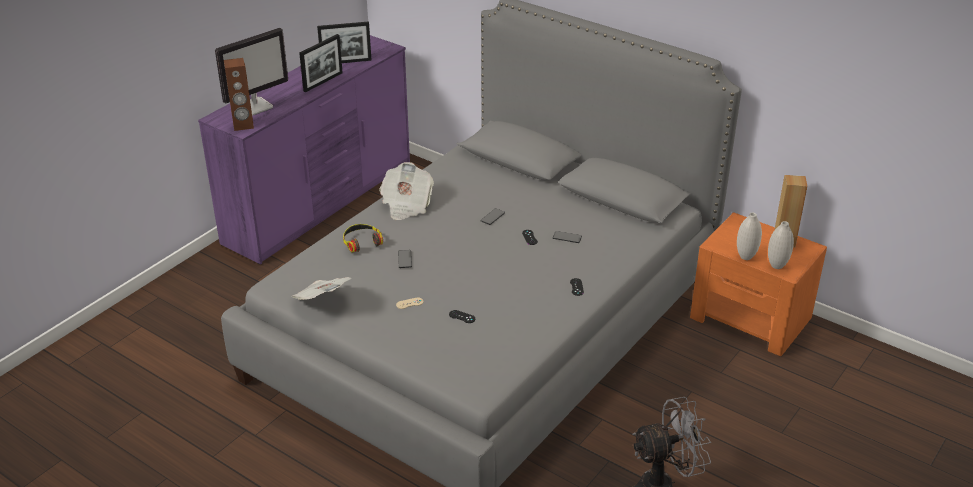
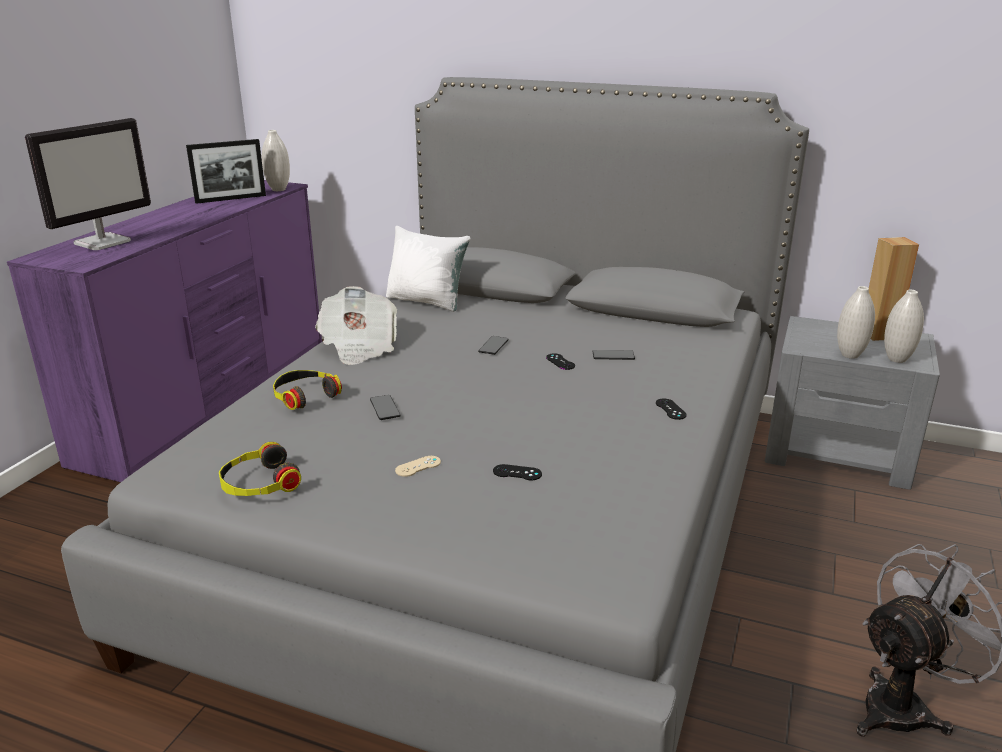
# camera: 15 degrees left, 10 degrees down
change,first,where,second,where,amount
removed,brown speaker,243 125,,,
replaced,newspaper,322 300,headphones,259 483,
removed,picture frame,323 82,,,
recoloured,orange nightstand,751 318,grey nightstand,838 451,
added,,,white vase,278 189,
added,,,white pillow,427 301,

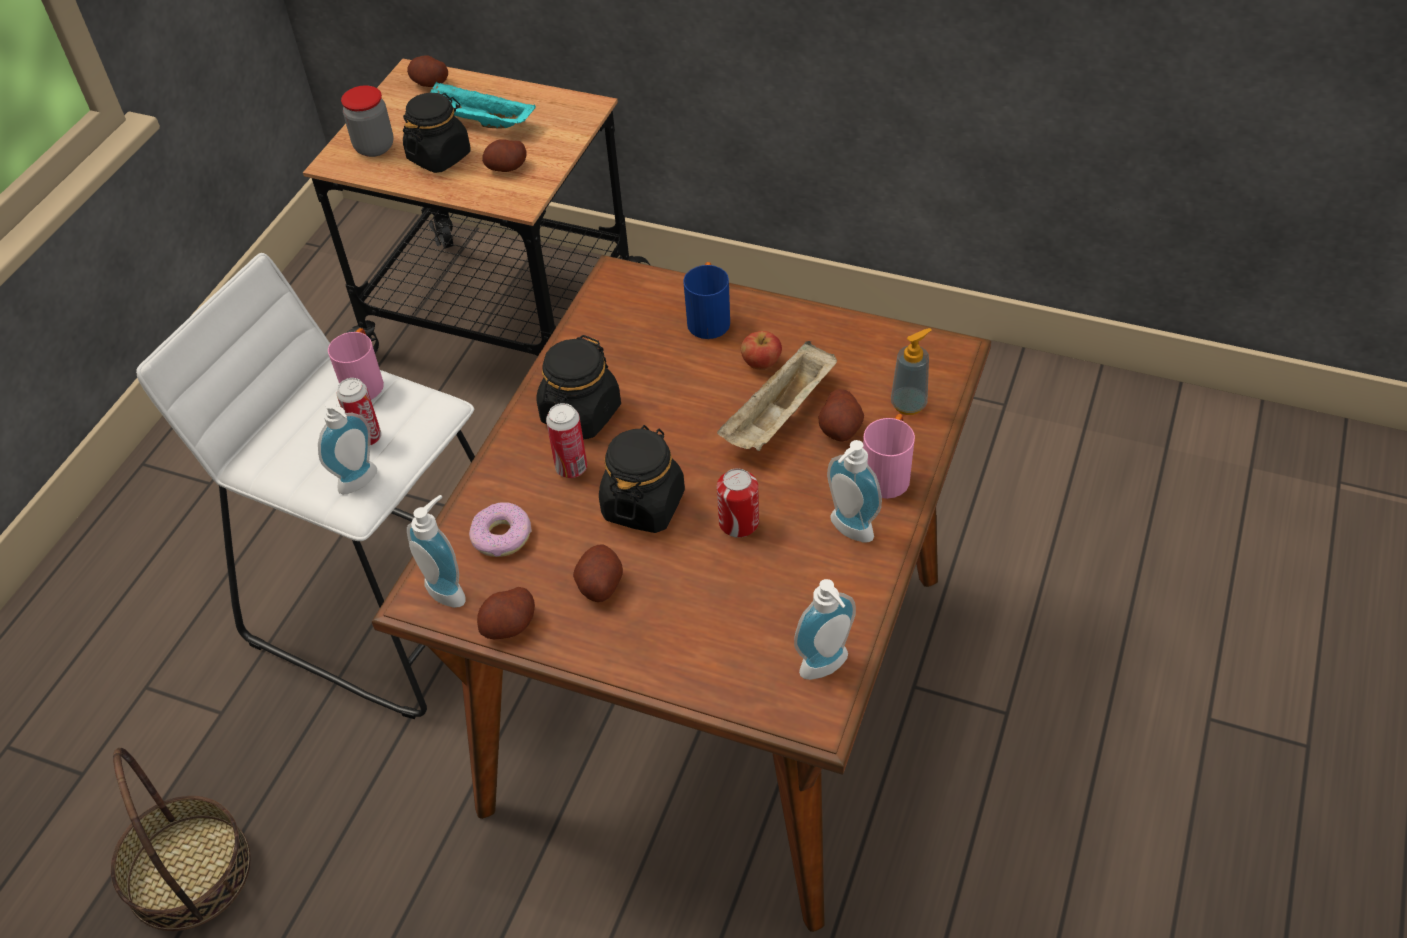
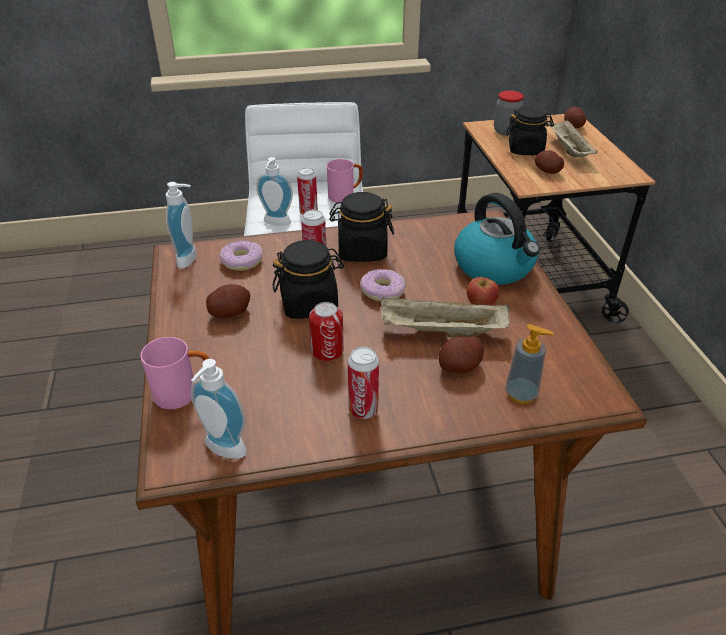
# camera: 55 degrees right, 10 degrees down
change,first,where,second,where,amount
removed,basket,189 871,,,
recoloured,turquoise tray,479 122,beige tray,568 149,
removed,potato,509 625,,,
replaced,blue mug,708 318,kettle,495 267,
replaced,soap dispenser,848 531,can,363 410,
moved,pink mug,888 473,,184 393,
added,,,donut,383 291,

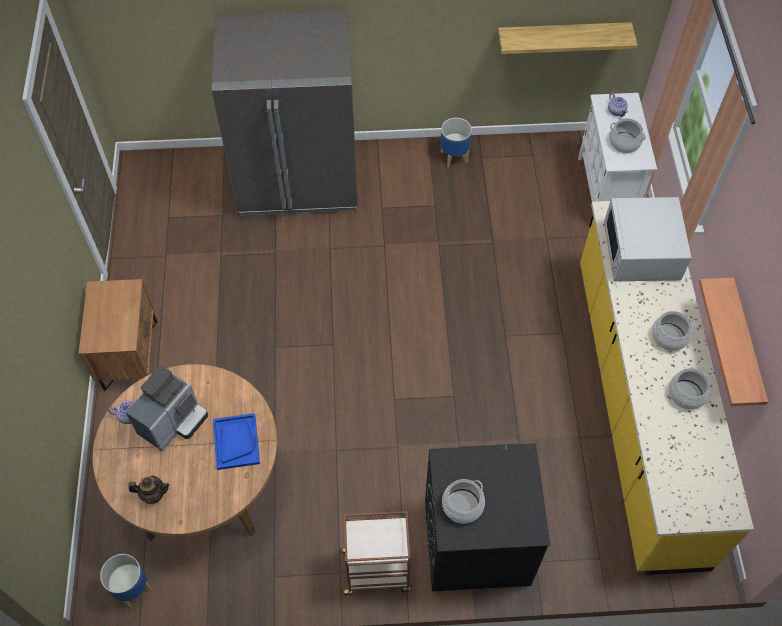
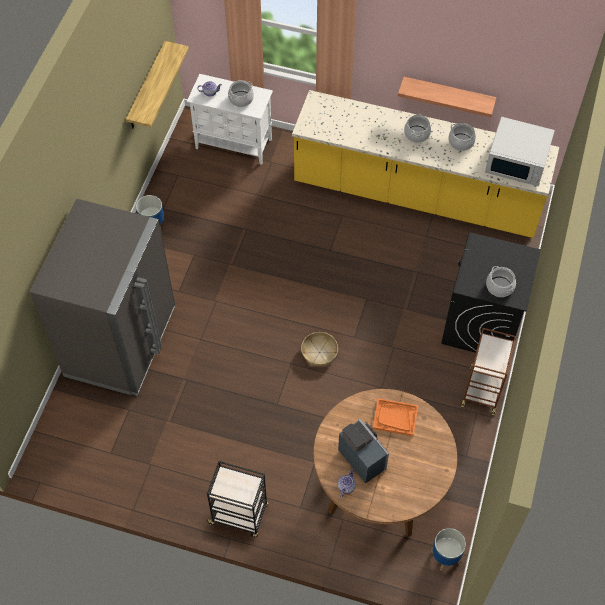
# camera: 70 degrees left, 0 degrees up
change,first,where,second,where,amount
replaced,brown nightstand,130 355,black cart,239 515,
removed,teapot,153 494,,,
recoloured,blue tray,236 442,orange tray,395 418,
moved,white microwave,641 252,,517 161,
added,,,basket,319 352,

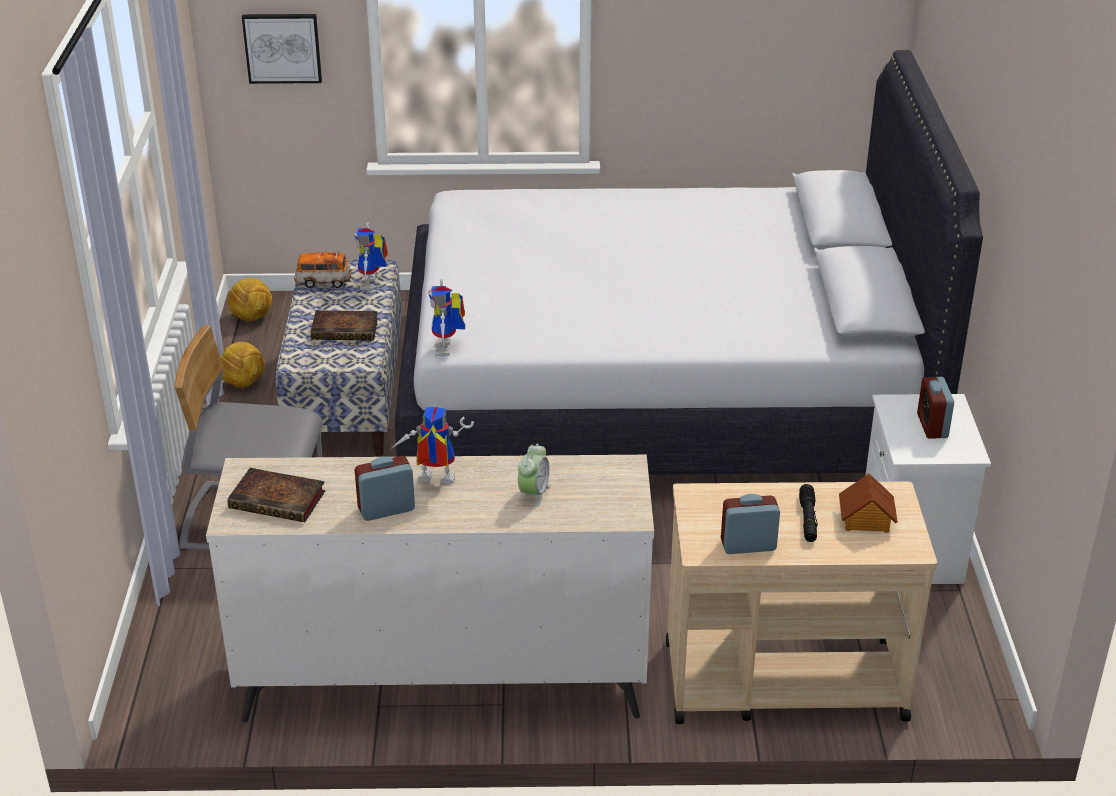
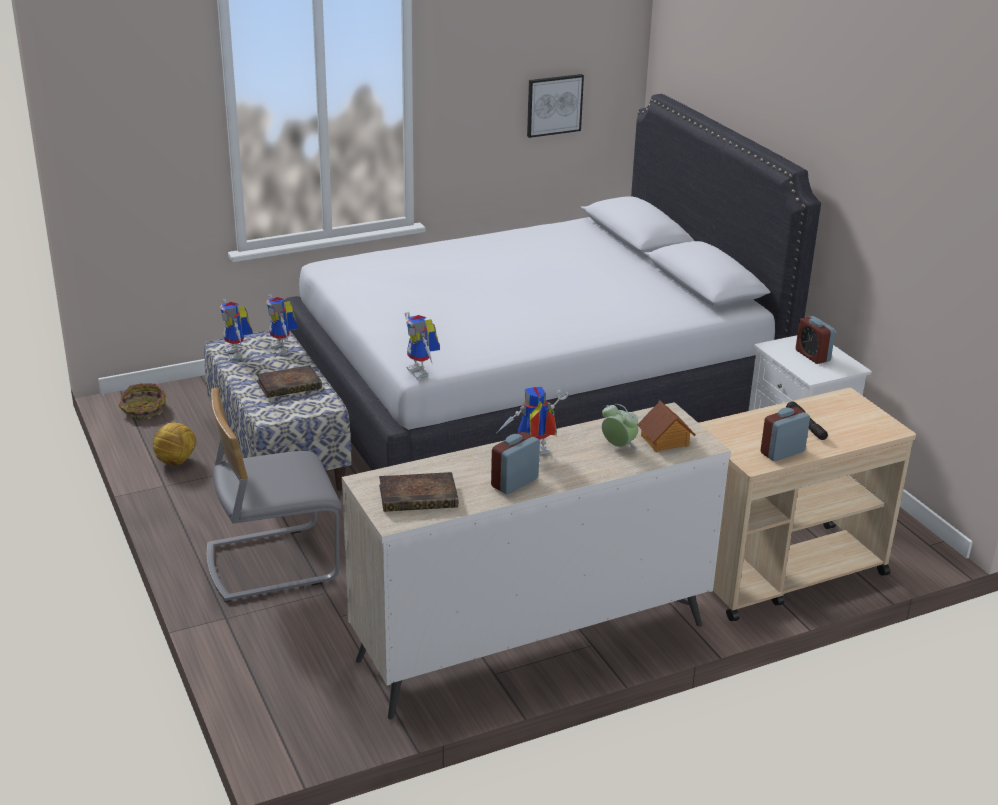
# camera: 25 degrees left, 5 degrees down
change,first,where,second,where,amount
replaced,football,252 317,basket,143 410,
moved,picture,282 47,,554 105,
replaced,toy car,323 282,toy robot,238 354,
turned,alarm clock,533 493,,618 446,45 degrees counterclockwise
moved,toy house,865 519,,665 441,

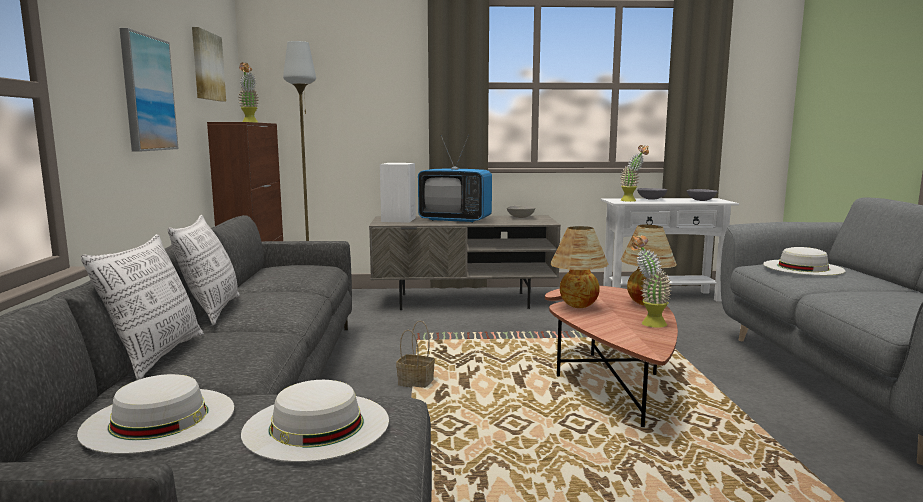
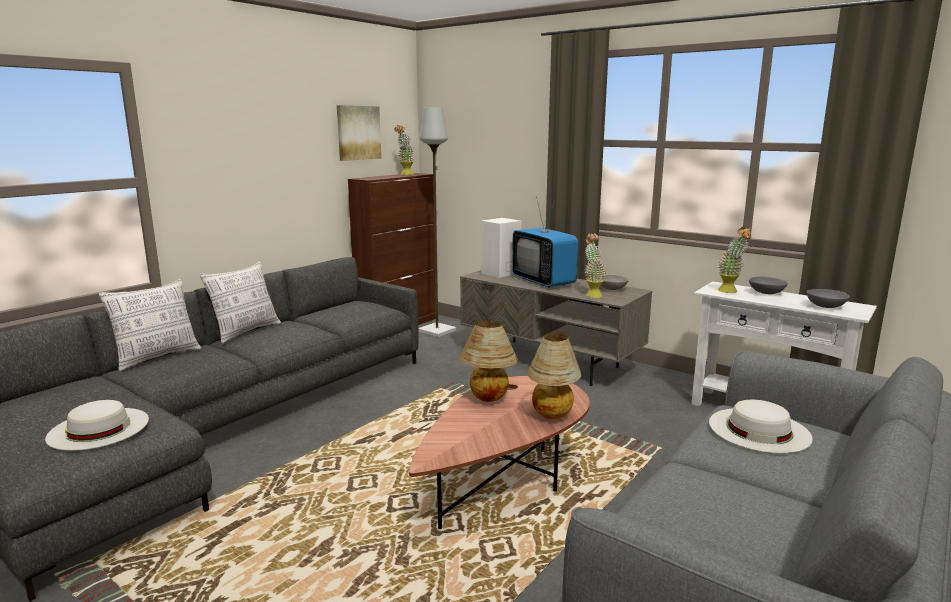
# camera: 40 degrees right, 5 degrees up
change,first,where,second,where,amount
removed,white hat,159 419,,,
removed,picture,147 93,,,
removed,basket,414 382,,,
moved,potted plant,647 323,,592 294,

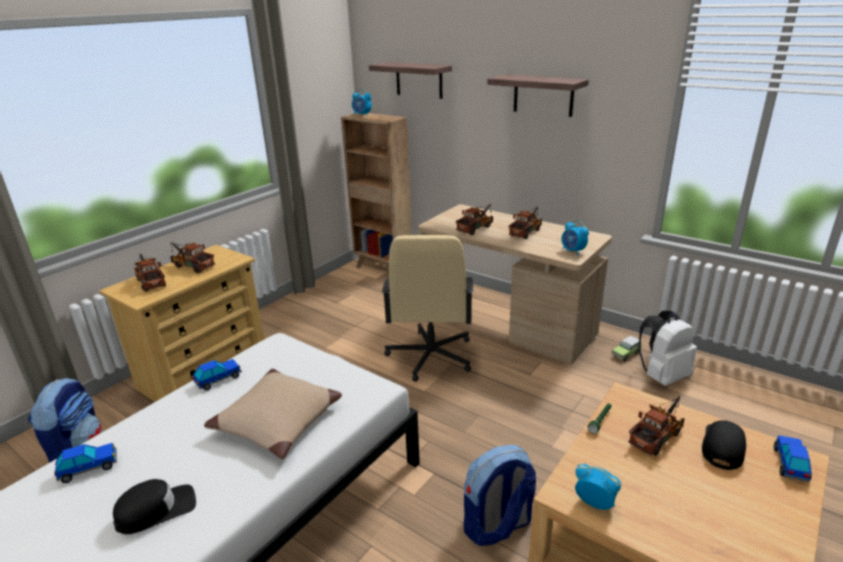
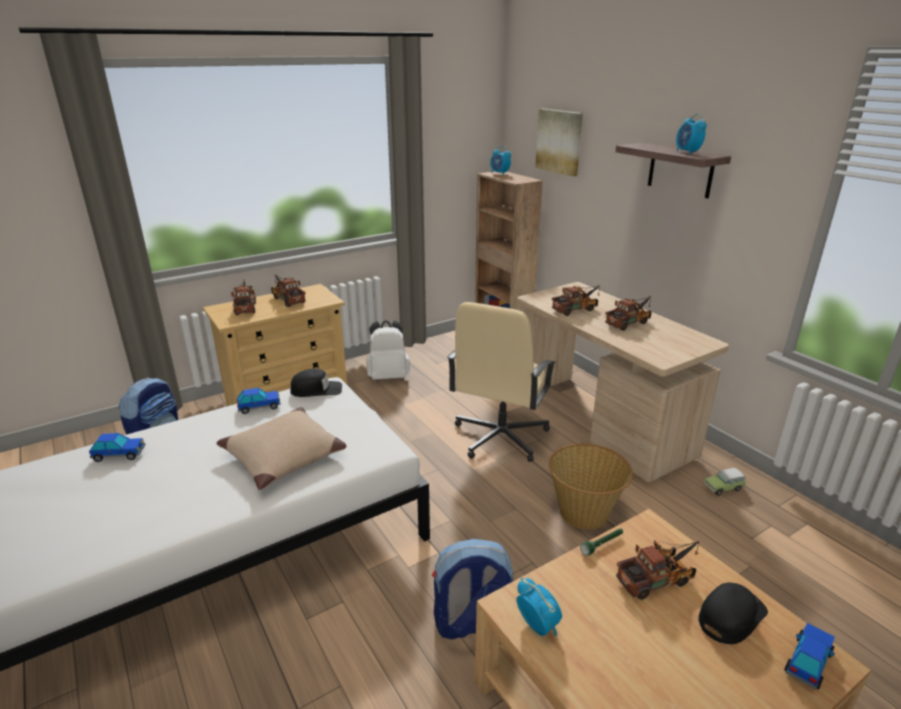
# camera: 20 degrees right, 0 degrees up
change,first,where,second,where,amount
moved,black cap,156 510,,316 390,
replaced,shelf,419 80,picture,559 141,
moved,alarm clock,573 251,,687 152,
moved,white backpack,662 376,,388 376,
added,,,basket,584 512,

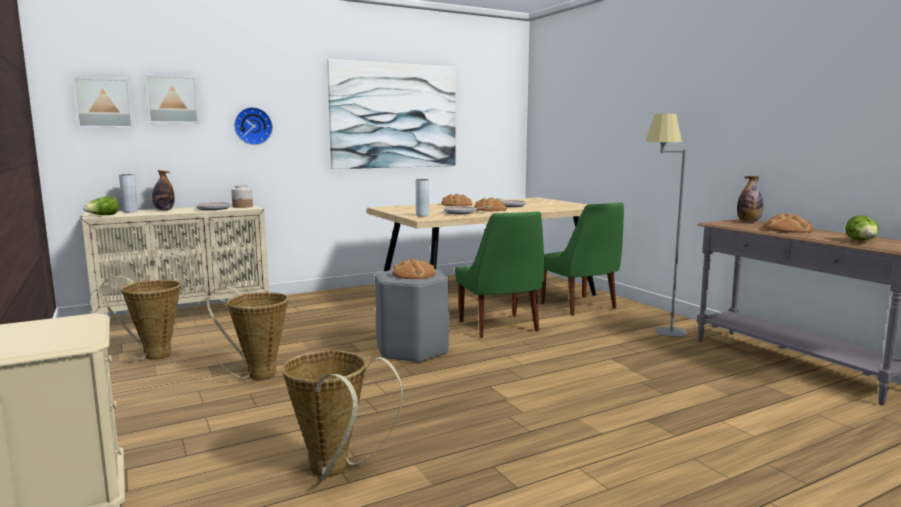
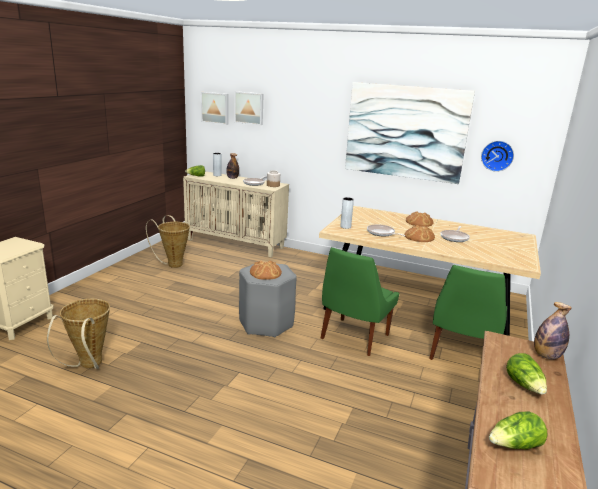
# camera: 50 degrees right, 10 degrees up
change,first,where,second,where,amount
removed,basket,255 375,,,
moved,wall clock,253 126,,497 155,
removed,grey floor lamp,659 328,,,
replaced,bread,787 229,lettuce,525 385,

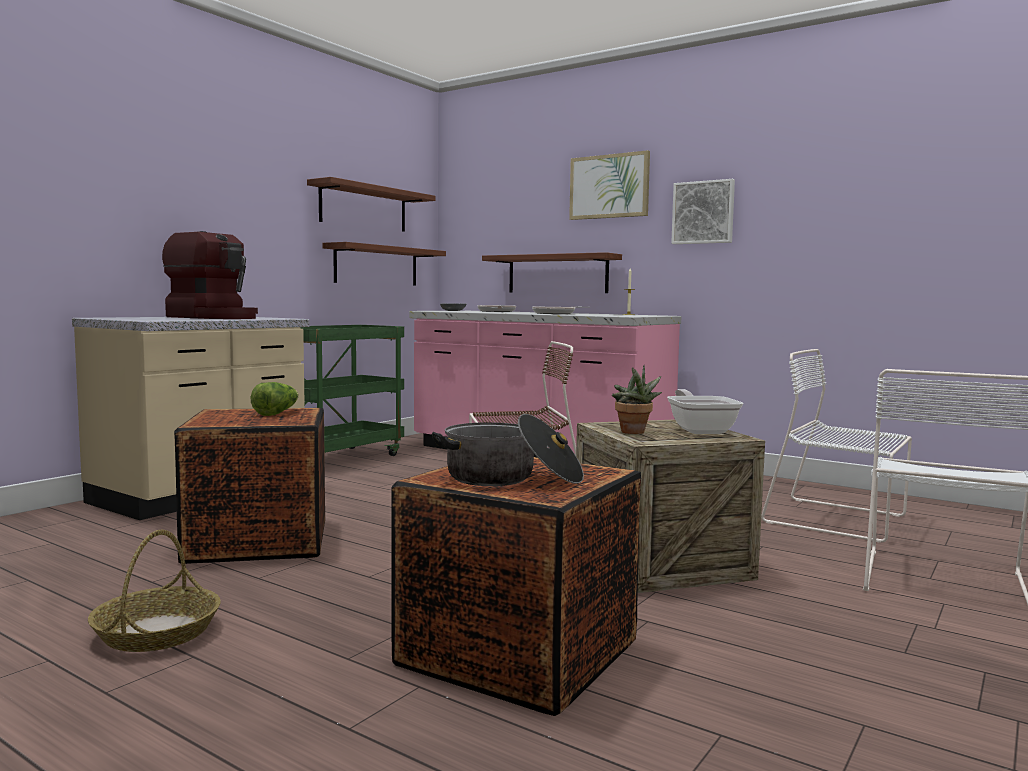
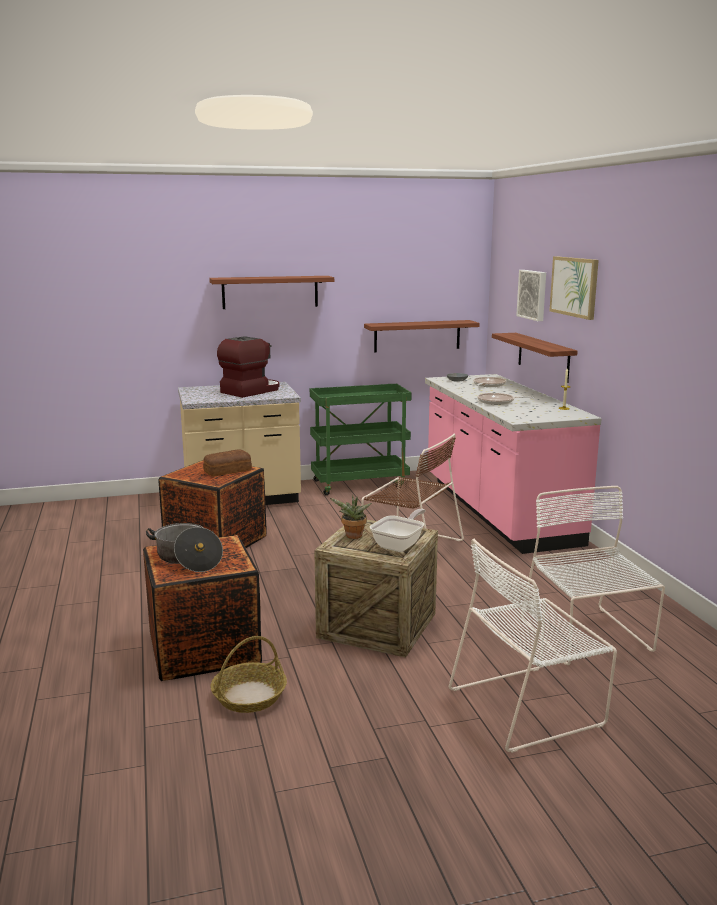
# camera: 40 degrees right, 10 degrees up
change,first,where,second,where,amount
moved,basket,157 632,,249 696,
turned,coffee machine,215 317,,250 391,120 degrees counterclockwise
replaced,lettuce,276 413,bread,226 470,
moved,shelf,363 208,,270 292,
moved,picture,703 212,,533 294,

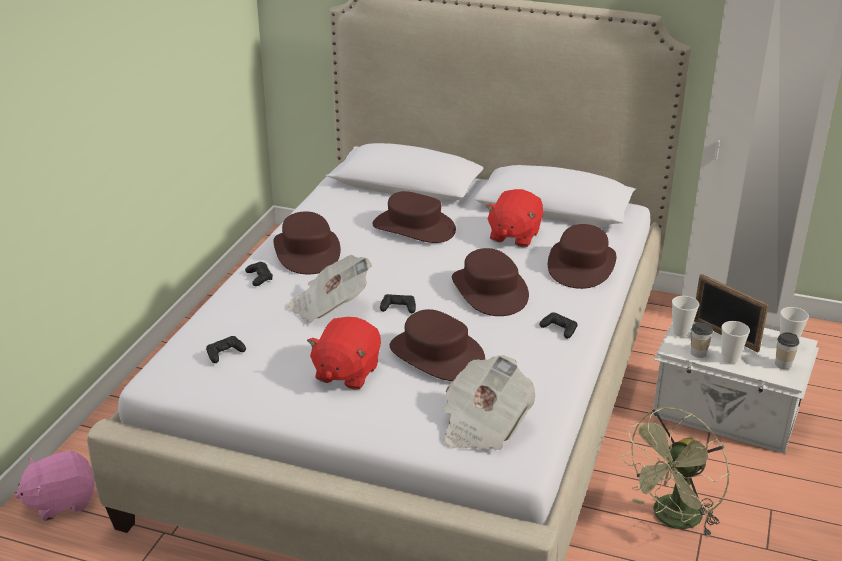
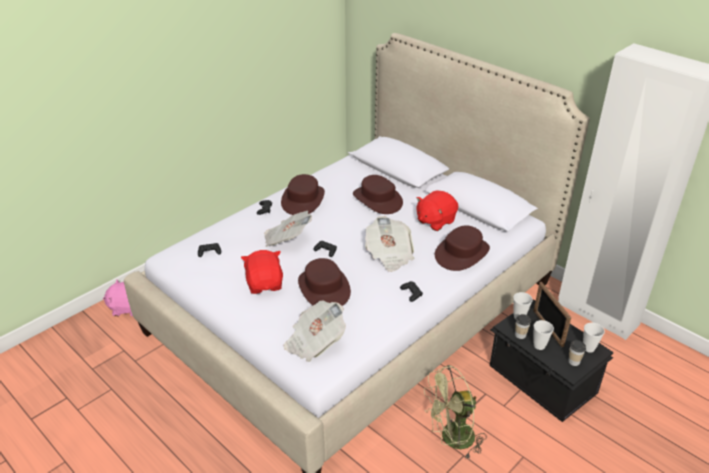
# camera: 25 degrees right, 5 degrees up
change,first,where,second,where,amount
turned,red plush toy,346 372,,265 284,120 degrees clockwise
replaced,brown hat,490 291,newspaper,389 255,
recoloured,white storage box,726 413,black storage box,542 380,

